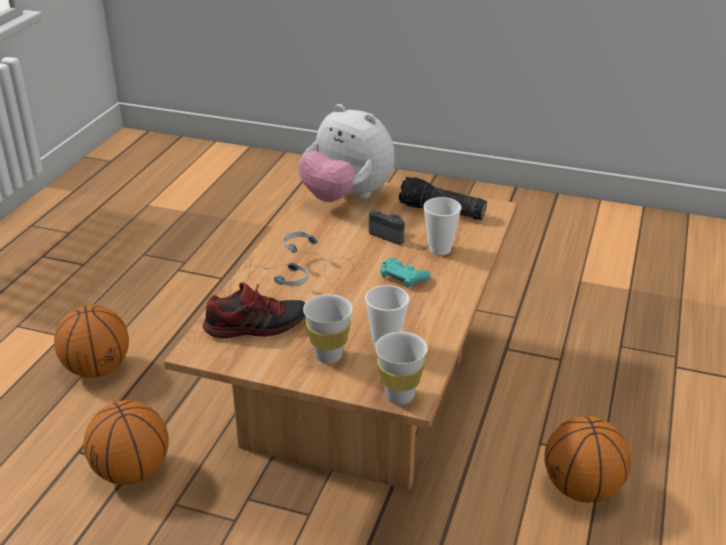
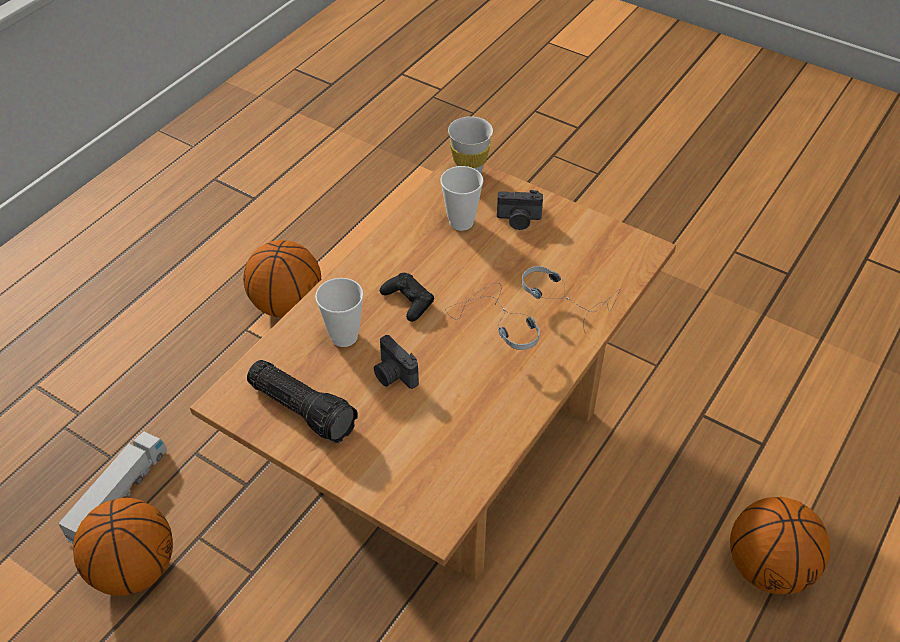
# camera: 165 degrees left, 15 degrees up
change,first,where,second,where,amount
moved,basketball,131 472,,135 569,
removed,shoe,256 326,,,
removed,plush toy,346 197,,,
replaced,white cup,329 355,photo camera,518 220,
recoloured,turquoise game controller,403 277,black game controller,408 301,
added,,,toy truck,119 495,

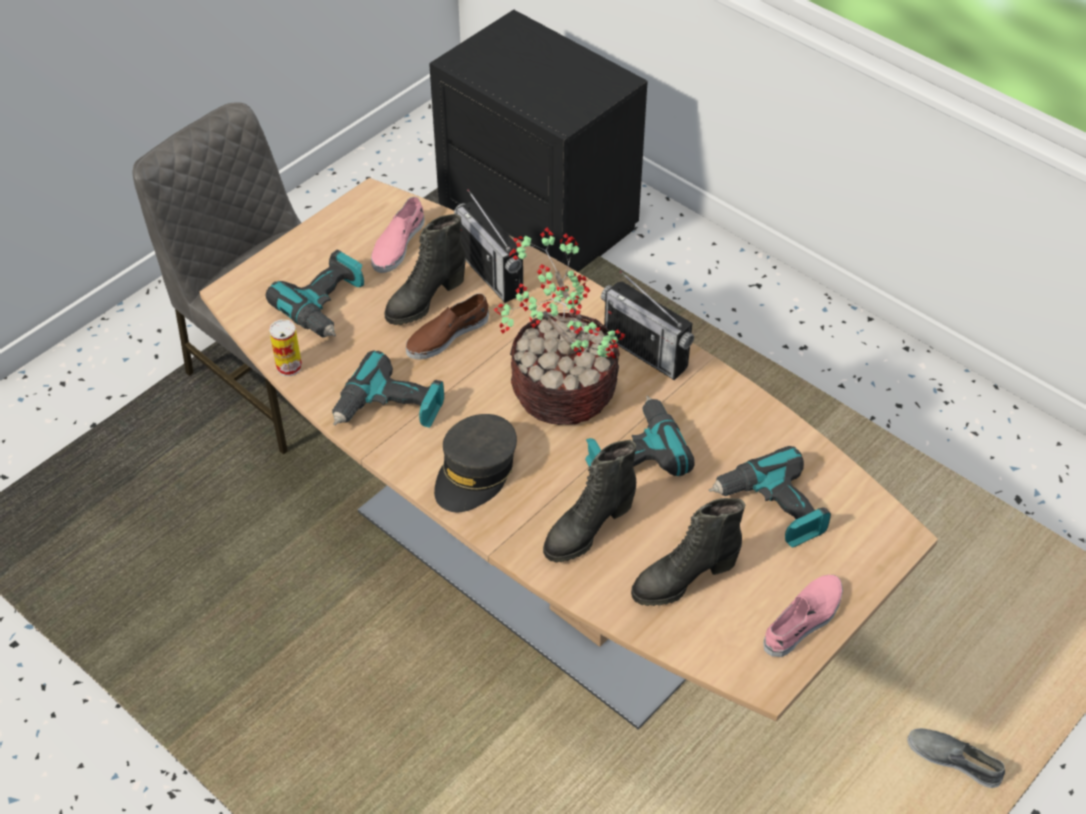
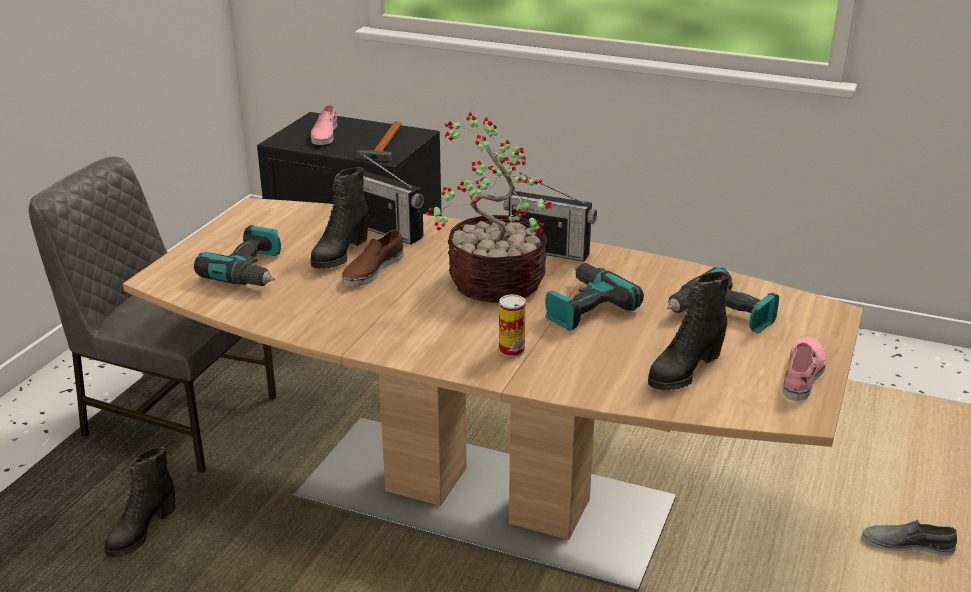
# camera: 20 degrees left, 20 degrees down
change,first,where,second,where,amount
moved,can,289 367,,511 350,
removed,power drill,390 409,,,
moved,pink shoe,397 244,,324 135,
removed,grey cap,475 473,,,
moved,black boot,587 529,,141 532,
added,,,hammer,384 145,

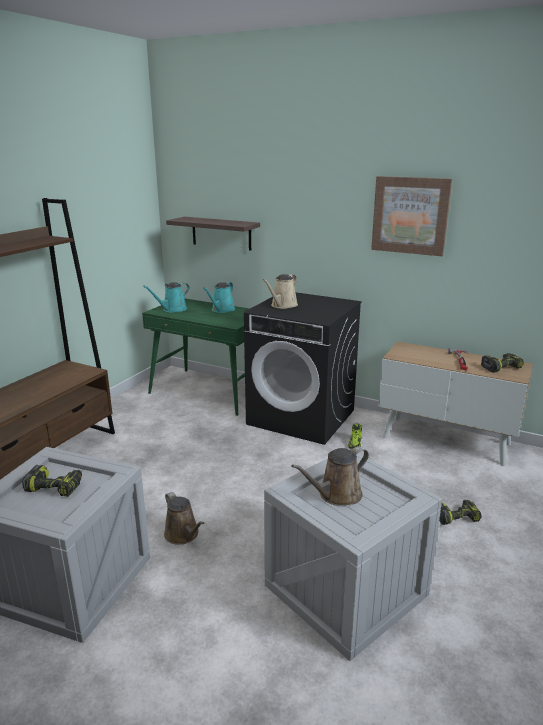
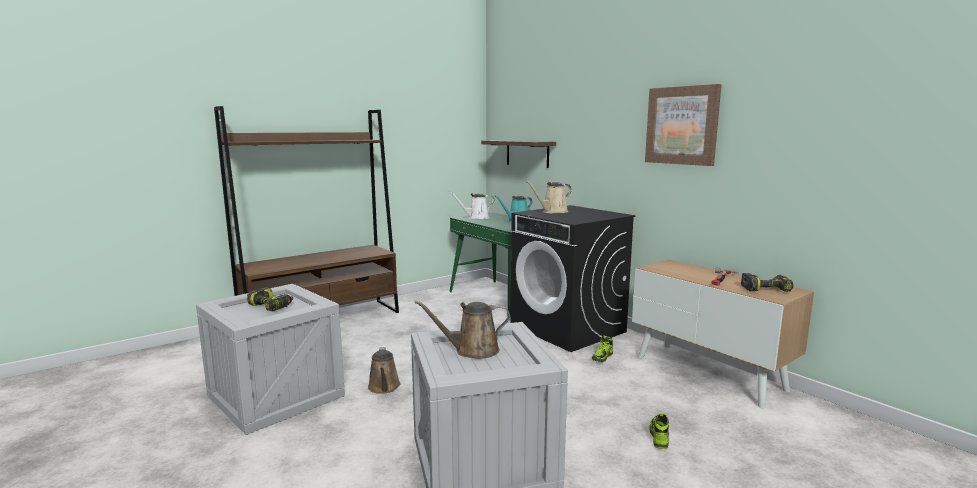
# camera: 25 degrees right, 10 degrees down
change,first,where,second,where,amount
recoloured,turquoise watering can,172 309,white watering can,476 218,
replaced,power drill,456 516,shoe,658 437,

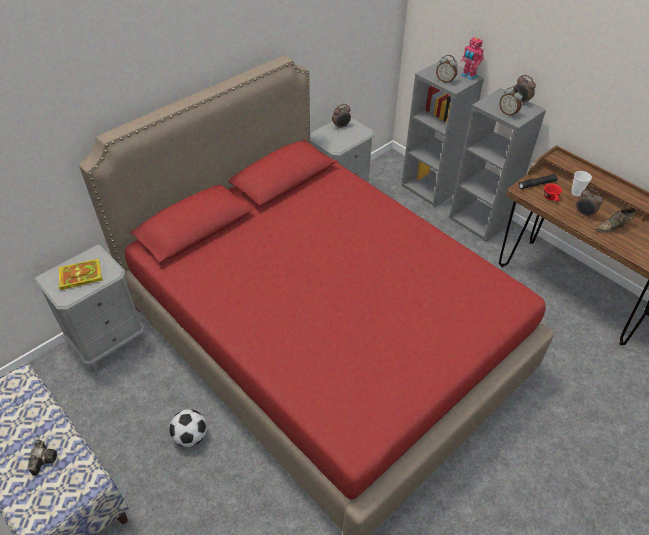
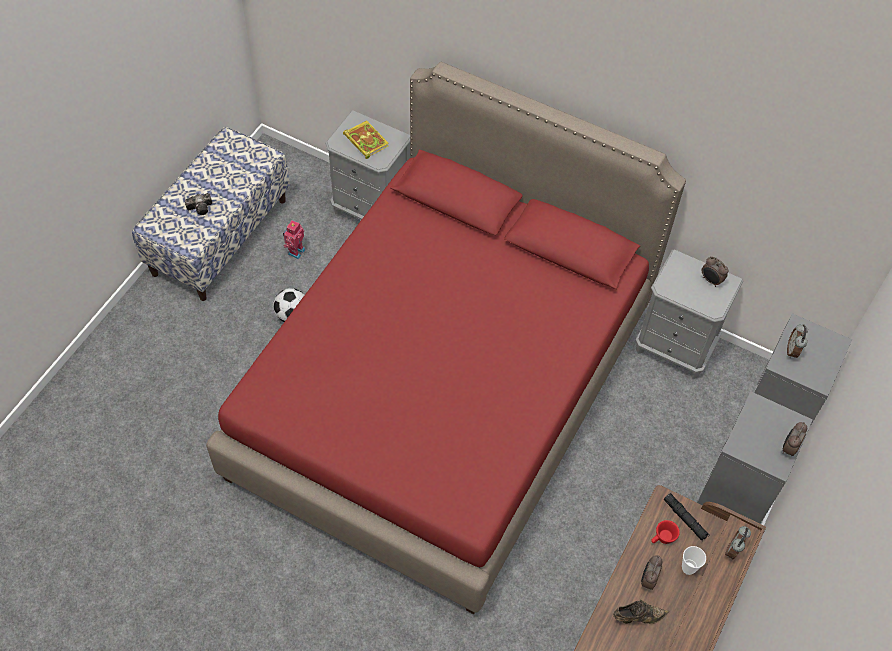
# camera: 70 degrees right, 10 degrees up
change,first,where,second,where,amount
moved,toy robot,468 76,,295 251,
moved,alarm clock,508 113,,734 550,
turned,brown shoe,613 227,,637 617,120 degrees clockwise

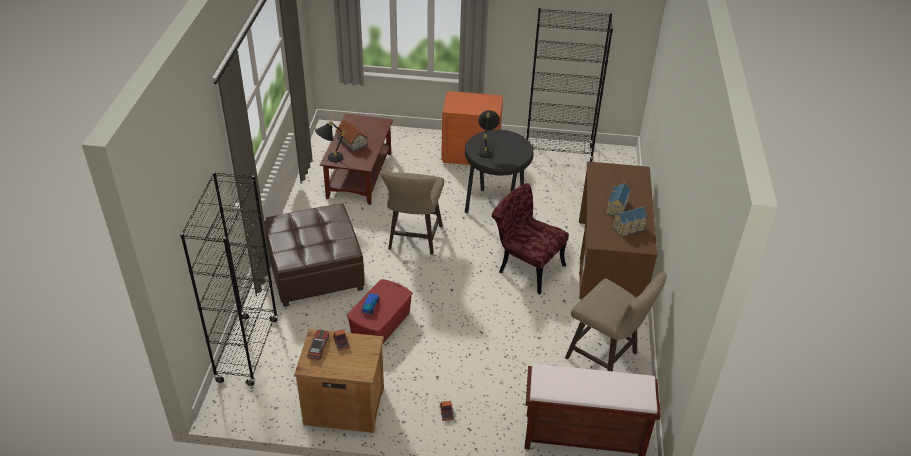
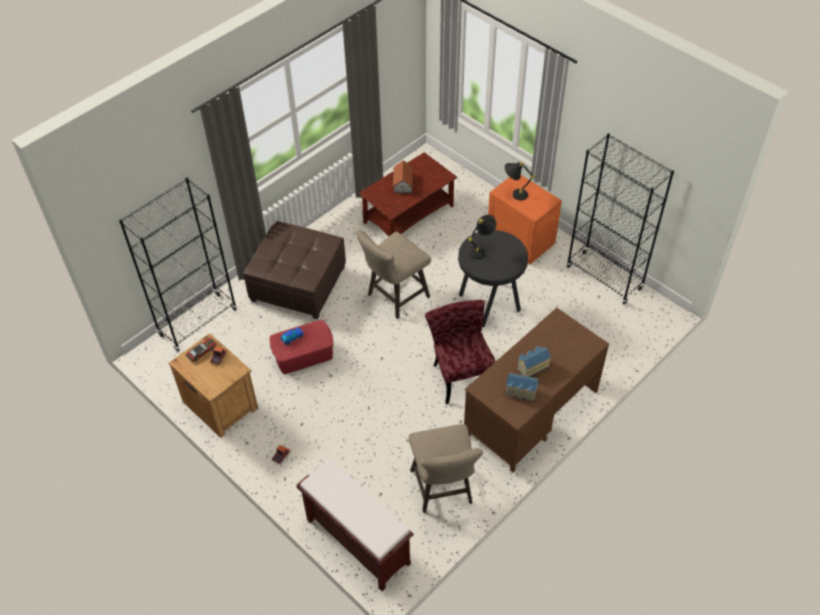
# camera: 40 degrees right, 10 degrees up
change,first,where,second,where,amount
moved,black table lamp,330 159,,514 194,

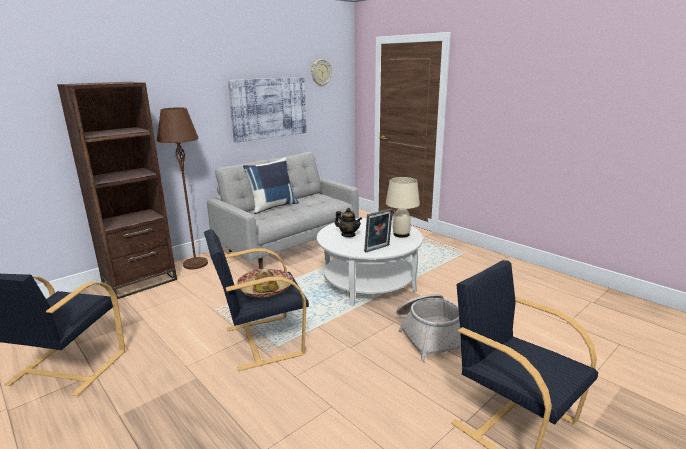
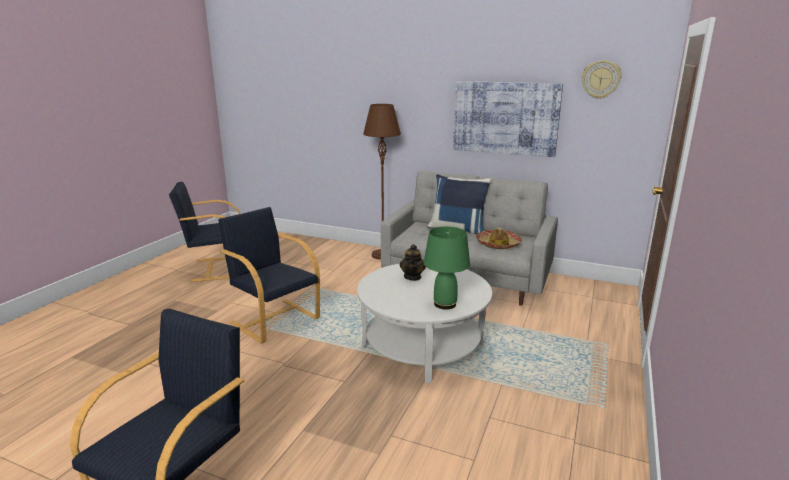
# camera: 65 degrees right, 0 degrees up
change,first,where,second,where,amount
removed,brown bookcase,140 282,,,
moved,hat,265 289,,498 244,
removed,picture frame,378 249,,,
recoloured,beige table lamp,401 234,green table lamp,445 304,
removed,basket,429 335,,,

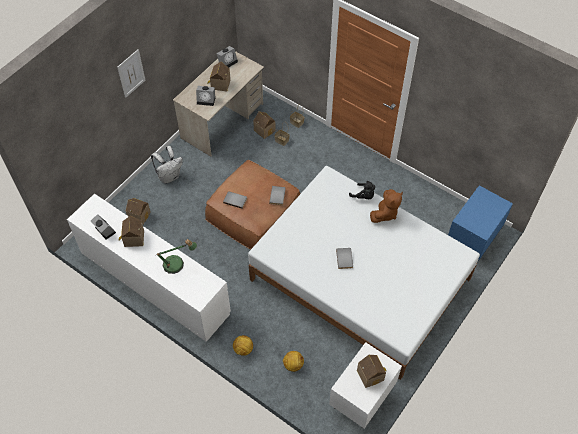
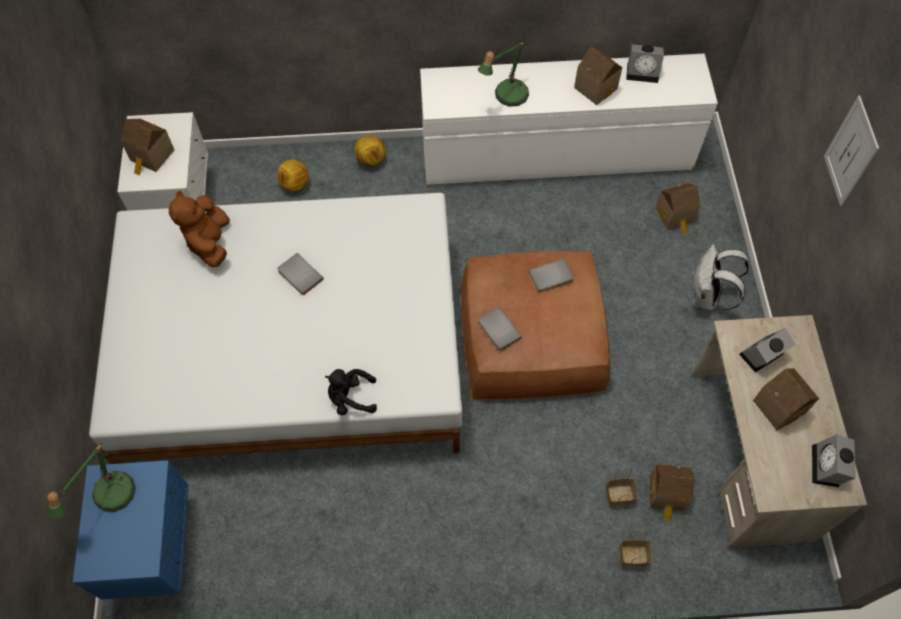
# camera: 140 degrees right, 5 degrees up
change,first,where,second,where,amount
moved,brown plush toy,385 213,,210 242,
added,,,table lamp,108 498,

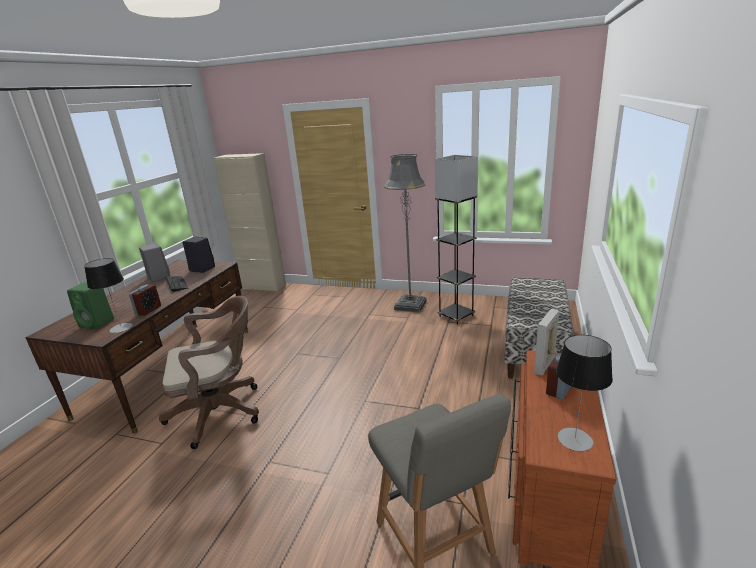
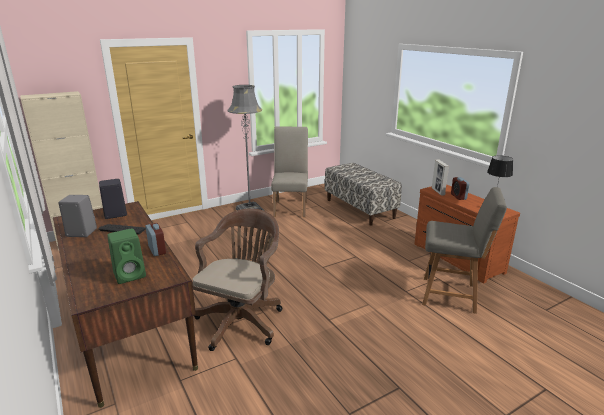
# camera: 50 degrees left, 0 degrees up
change,first,where,second,where,amount
removed,table lamp,121 328,,,
replaced,grey floor lamp,456 316,beige chair,291 207,

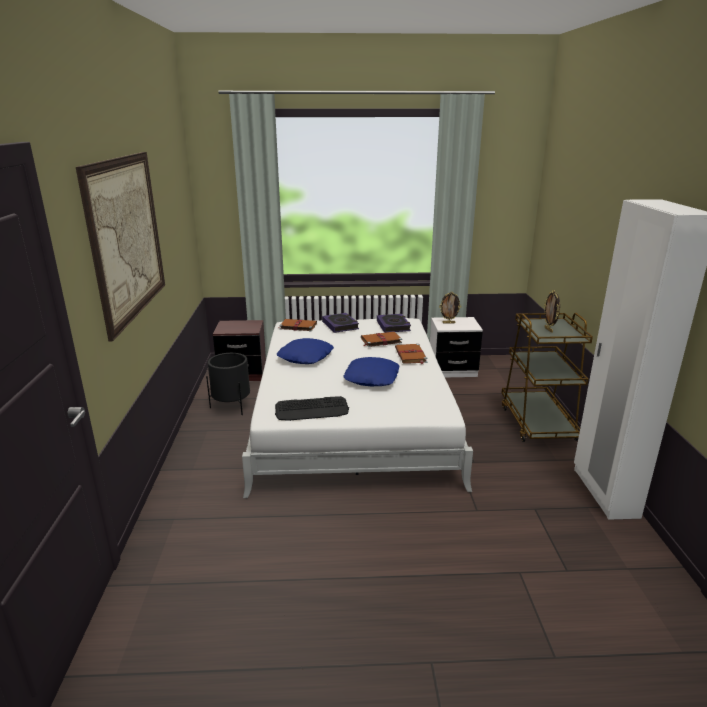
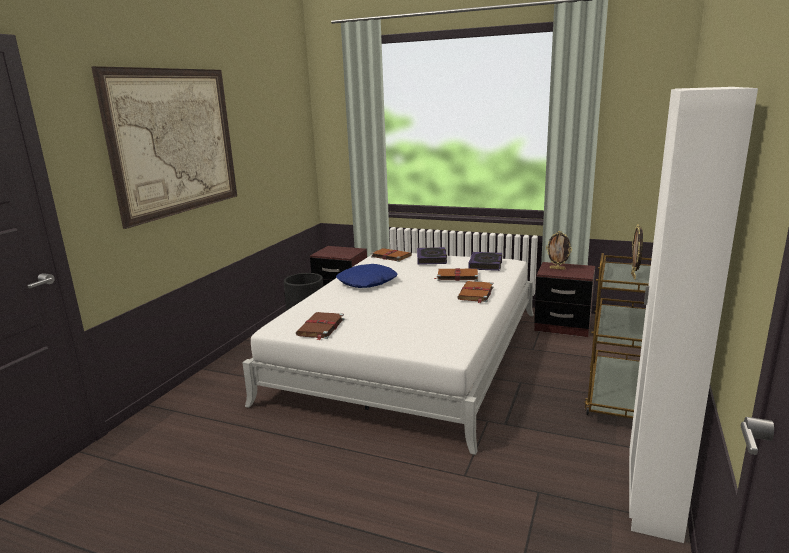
# camera: 25 degrees right, 5 degrees down
change,first,where,second,where,amount
replaced,keyboard,312 410,brown book,320 327,
removed,blue pillow,372 378,,,
recoloured,white nightstand,452 370,brown nightstand,562 326,

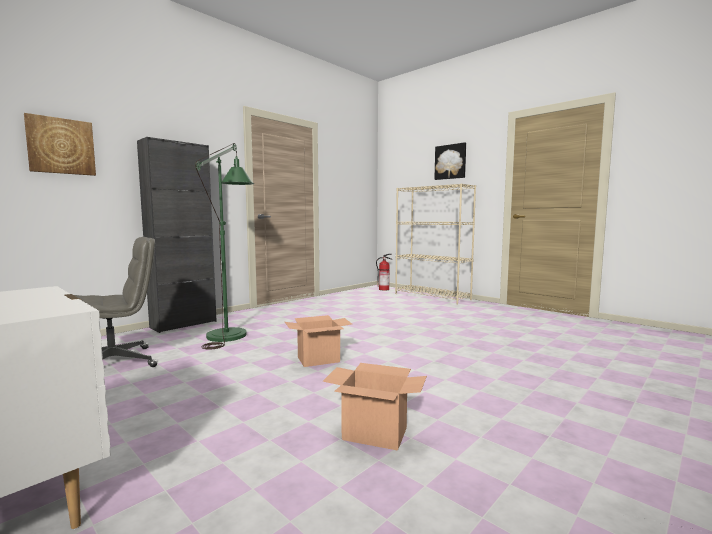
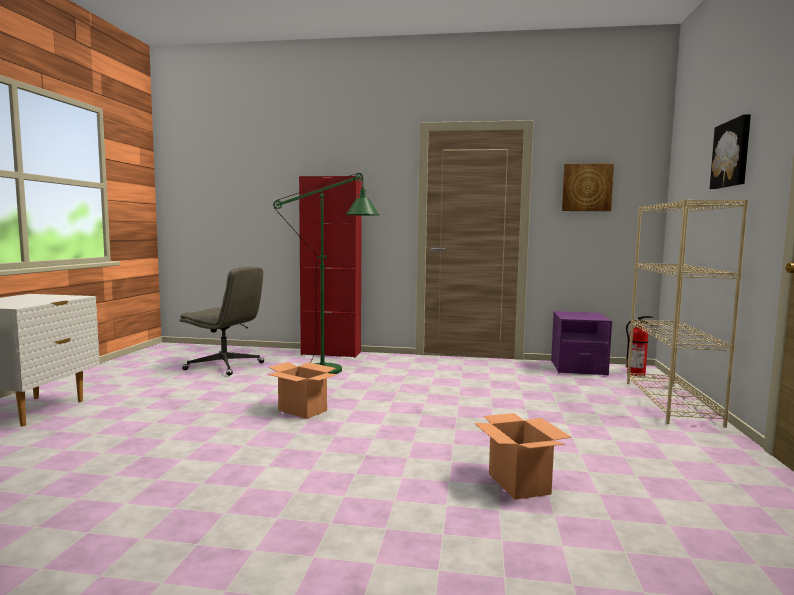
# camera: 55 degrees right, 0 degrees up
change,first,where,second,where,amount
moved,picture,61 146,,587 187,
recoloured,black cabinet,183 324,red cabinet,331 353,
moved,cardboard box,374 434,,518 483,
added,,,purple nightstand,578 368,

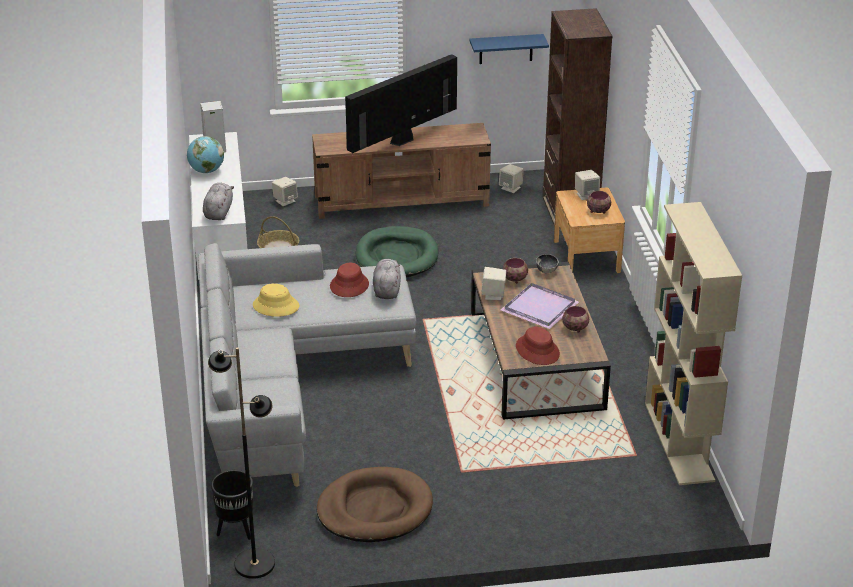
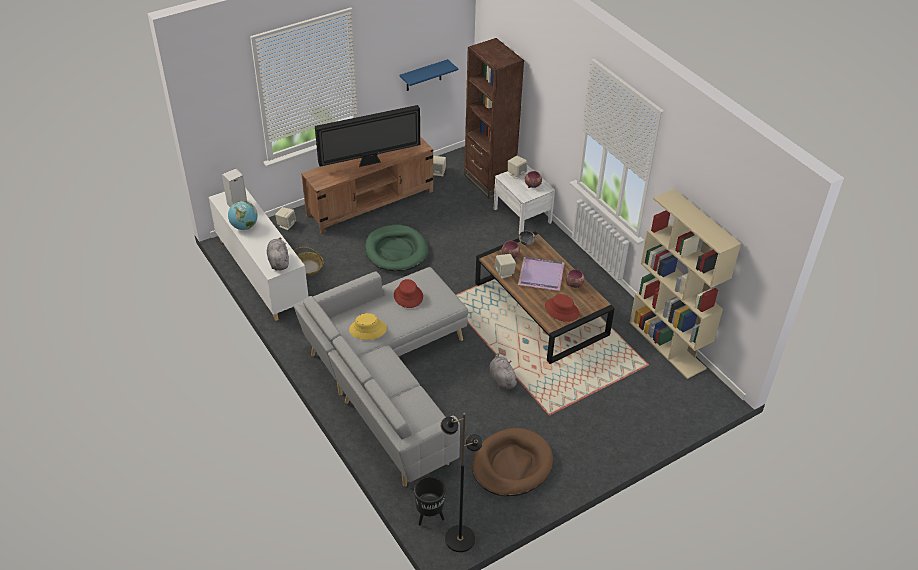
# camera: 25 degrees left, 10 degrees up
change,first,where,second,where,amount
turned,television,402 140,,370 162,135 degrees counterclockwise
moved,grey plush toy,386 290,,502 379,
recoloured,brown nightstand,586 256,white nightstand,522 215,

